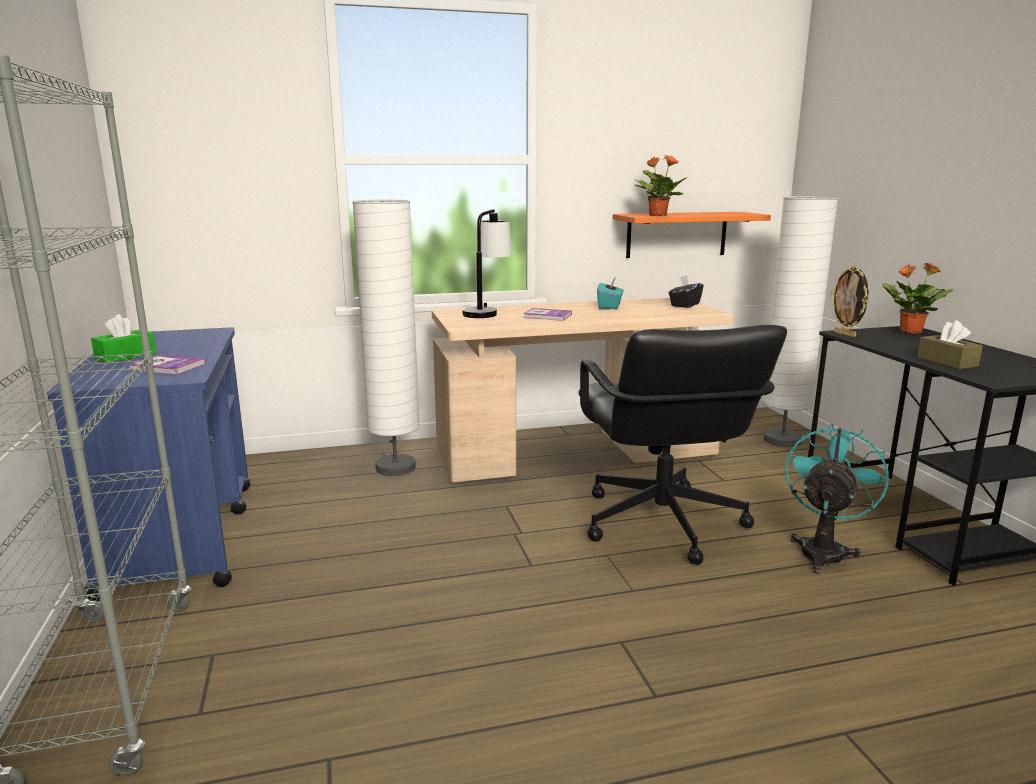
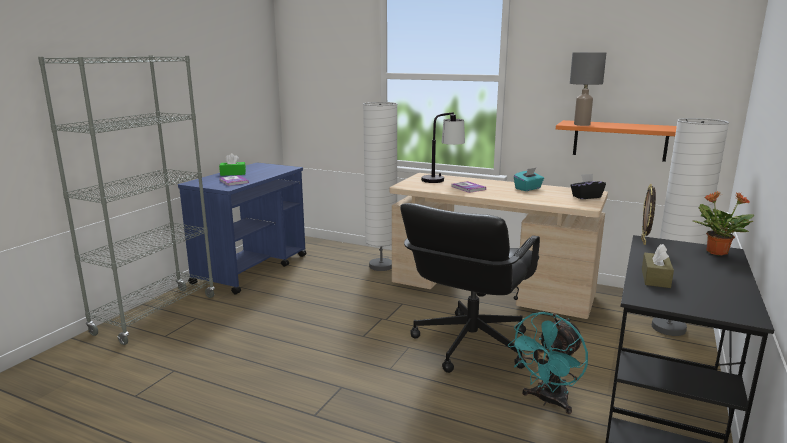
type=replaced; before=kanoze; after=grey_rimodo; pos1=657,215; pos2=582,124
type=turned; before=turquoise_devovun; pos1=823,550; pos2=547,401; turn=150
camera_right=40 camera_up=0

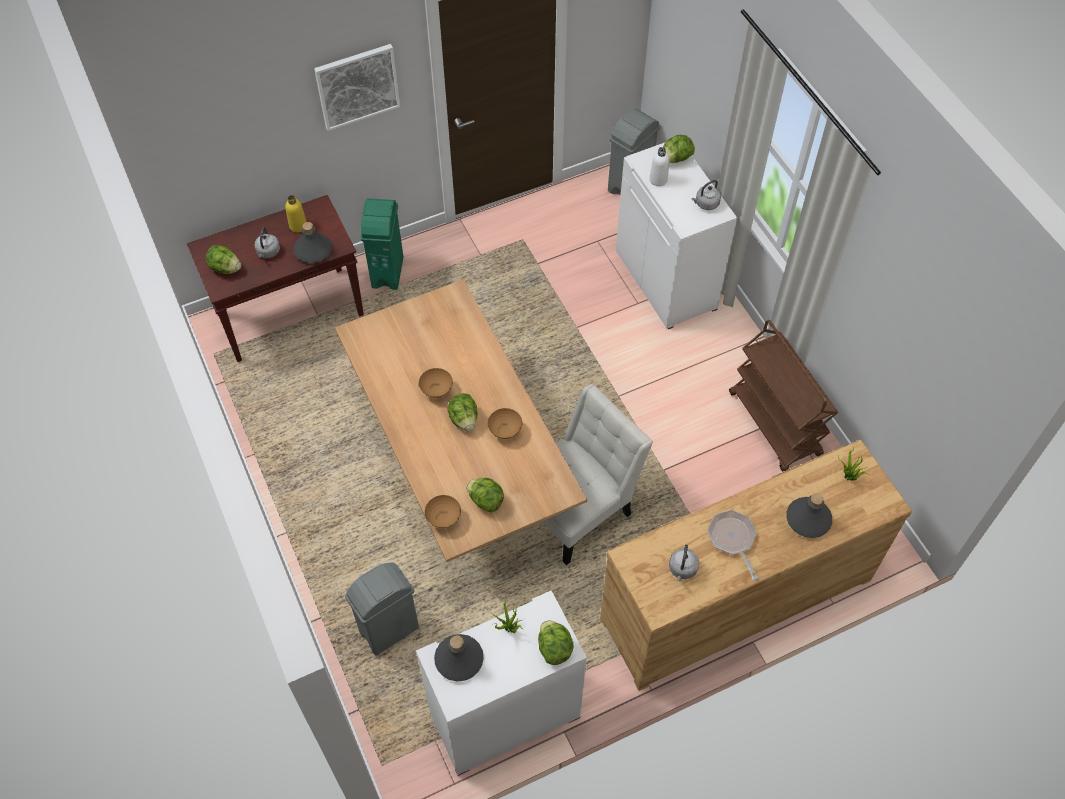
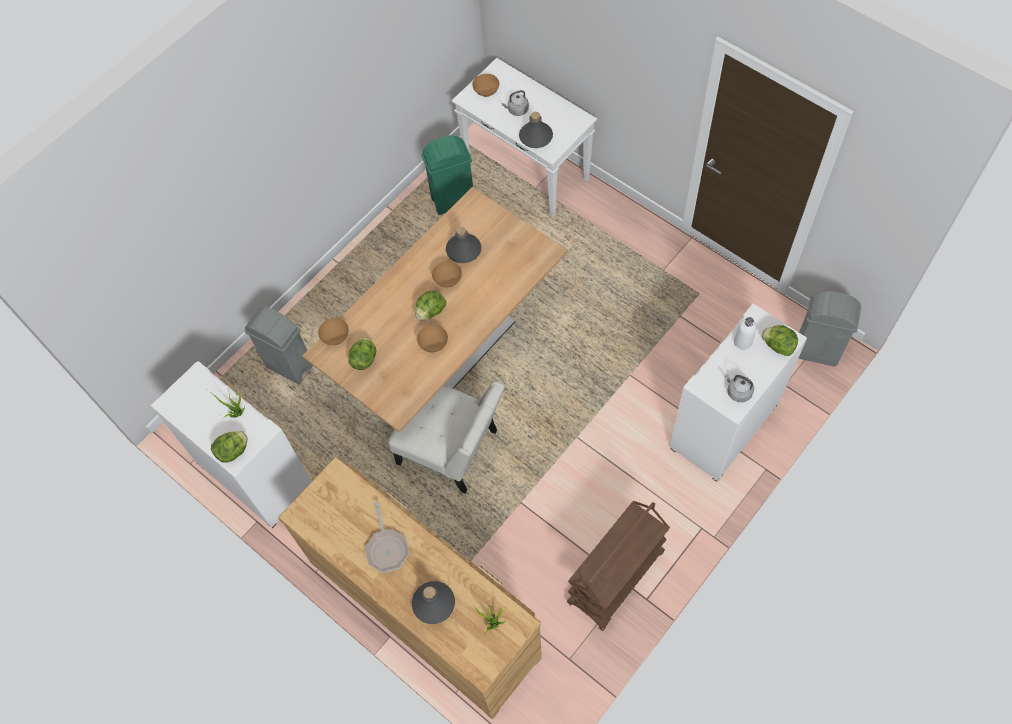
type=removed; before=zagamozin; pos1=357,86
type=recoloured; before=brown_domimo; after=white_domimo; pos1=291,313; pos2=527,170
type=removed; before=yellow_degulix; pos1=298,226
type=moved; before=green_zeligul; pos1=388,272; pos2=453,201
type=replaced; before=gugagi; after=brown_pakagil; pos1=225,268; pos2=487,92
type=turned; before=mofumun; pos1=733,539; pos2=387,548; turn=120
type=removed; before=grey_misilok; pos1=682,569
type=moved; before=grey_degulix; pos1=459,659; pos2=463,250
camera_right=70 camera_up=5

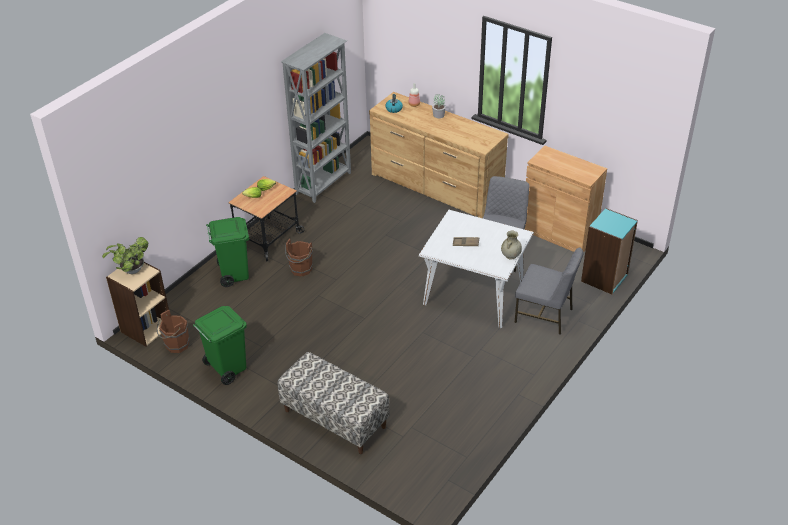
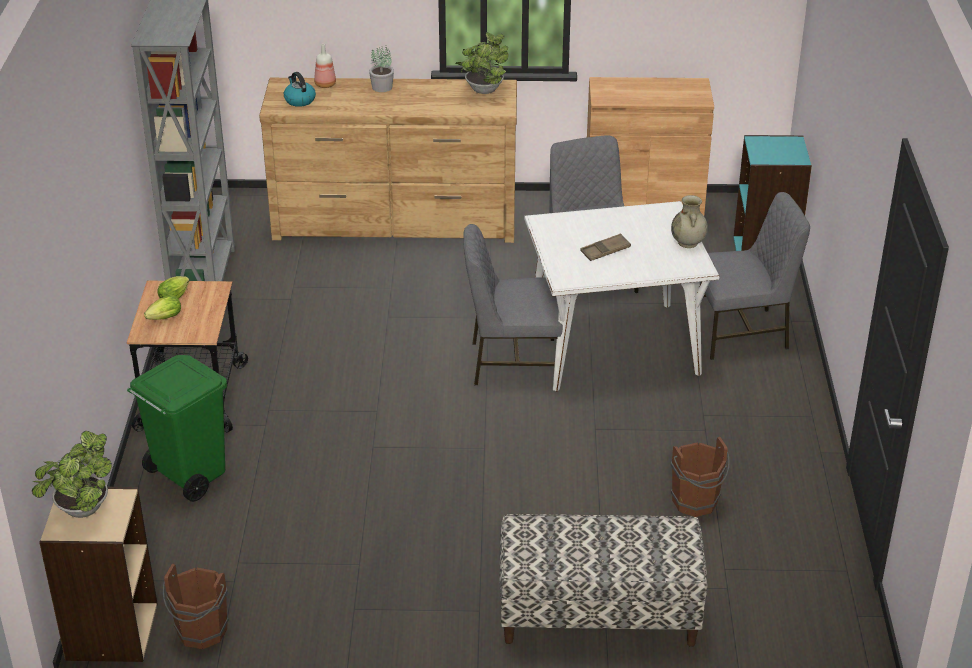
type=moved; before=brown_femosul; pos1=300,270; pos2=696,504
type=removed; before=green_zeligul; pos1=227,368
type=added; after=kanoze; pos2=483,91
type=added; after=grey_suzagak; pos2=512,362
camera_right=-35 camera_up=-5

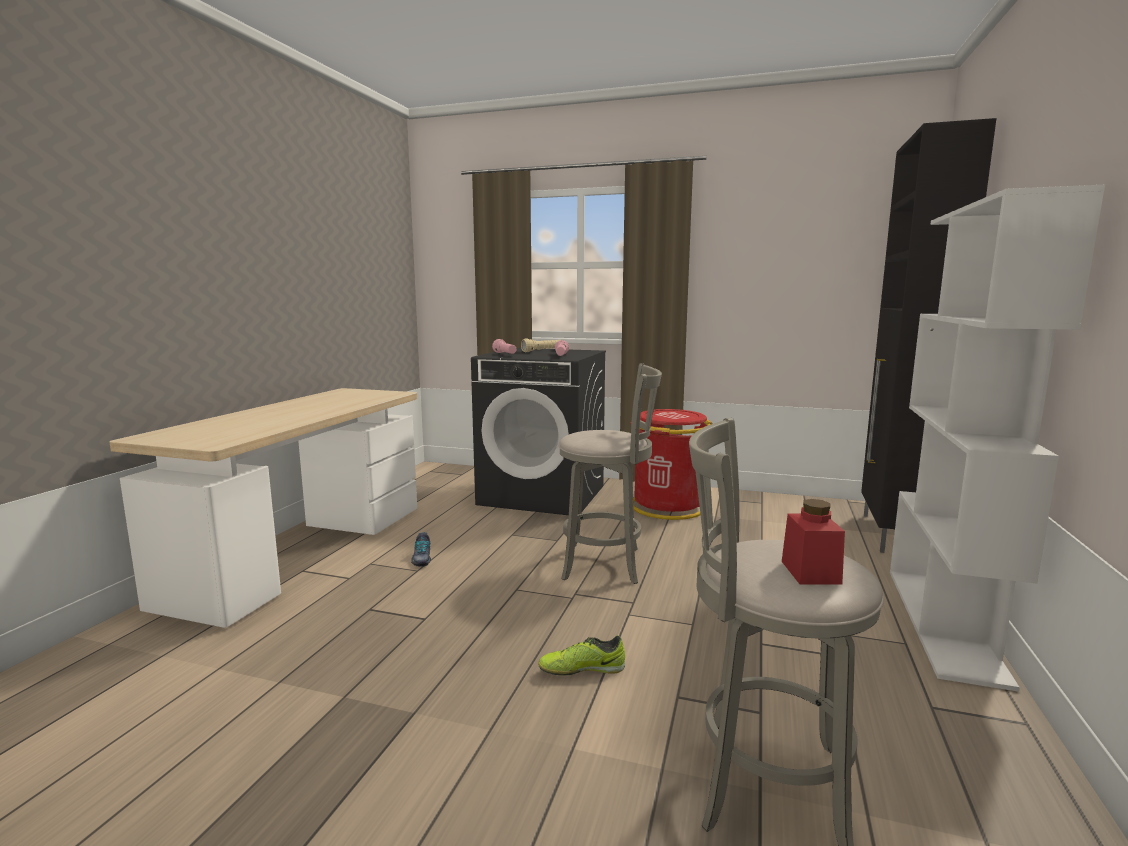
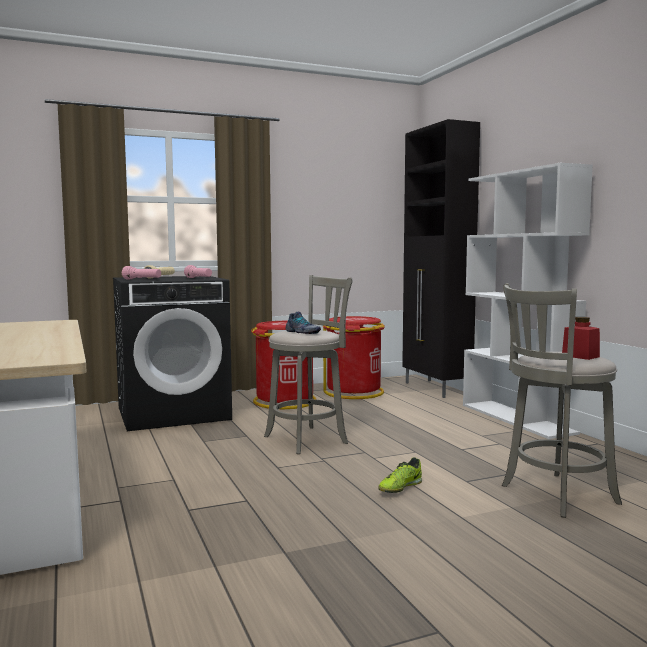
type=moved; before=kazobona; pos1=421,558; pos2=302,332
type=added; after=red_zeligul; pos2=354,392
camera_right=-40 camera_up=-5

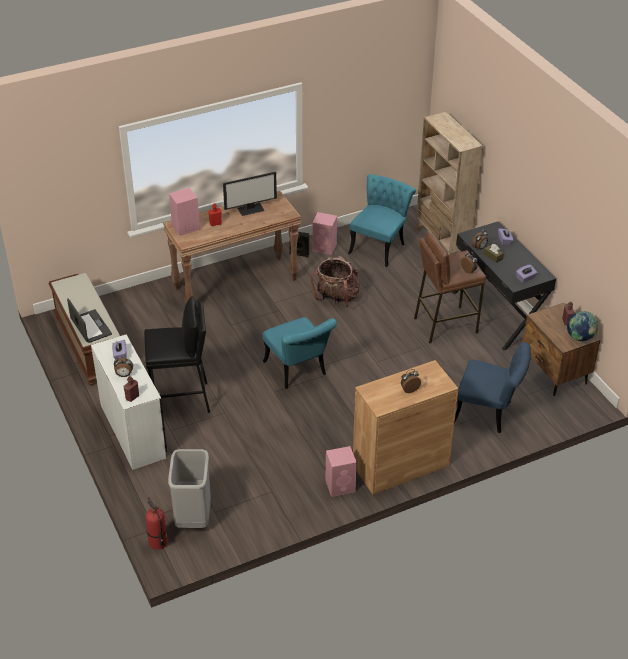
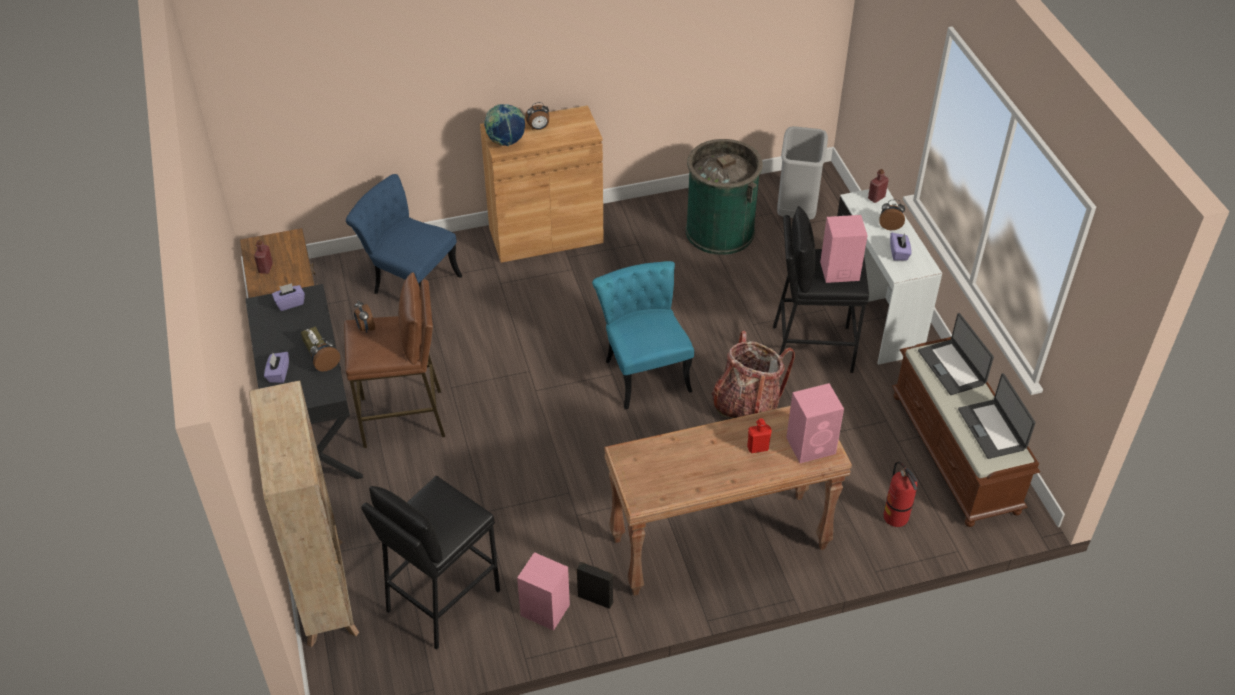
type=removed; before=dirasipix; pos1=251,209
type=replaced; before=turquoise_suzagak; after=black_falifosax; pos1=380,246; pos2=442,600
type=moved; before=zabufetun; pos1=336,298; pos2=746,406
type=moved; before=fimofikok; pos1=580,338; pos2=506,142
type=moved; before=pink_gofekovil; pos1=341,486; pos2=838,271
type=moved; before=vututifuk; pos1=158,542; pos2=896,517
type=added; after=green_zeligul; pos2=720,231
type=added; after=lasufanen; pos2=992,429
camera_right=-170 camera_up=5

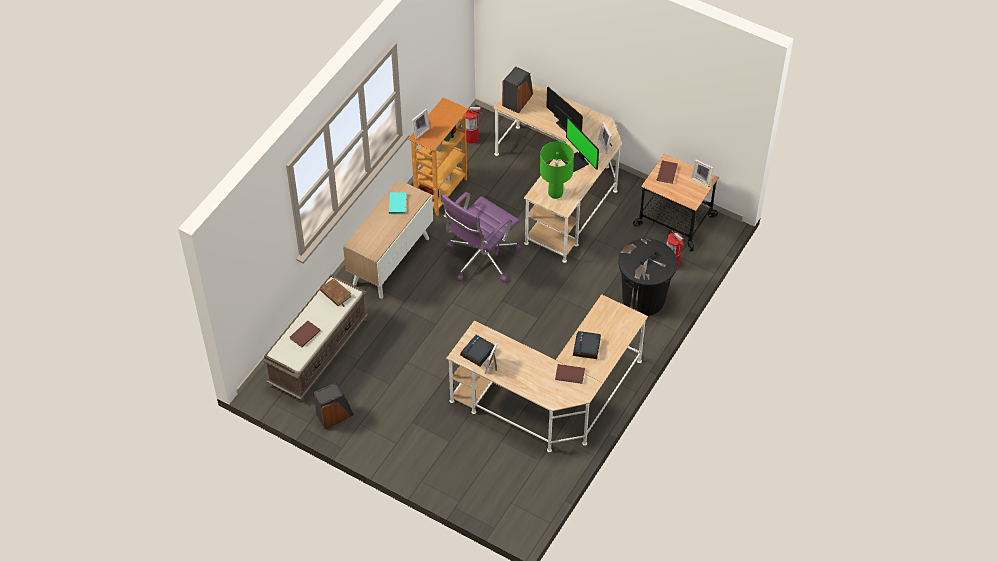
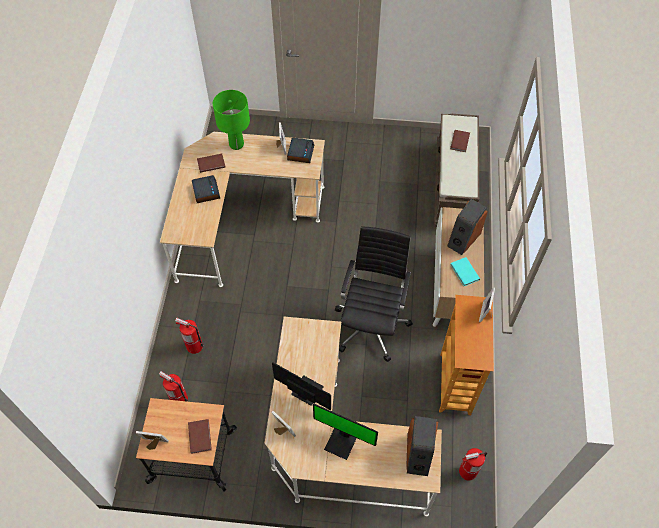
type=moved; before=green_rimodo; pos1=555,193; pos2=236,144
type=recoloured; before=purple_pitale; after=black_pitale; pos1=480,258; pos2=371,324
type=replaced; before=black_zeligul; after=vututifuk; pos1=644,298; pos2=194,346
type=removed; before=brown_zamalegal; pos1=335,294
type=moved; before=gofekovil; pos1=334,415; pos2=463,239
camera_right=155 camera_up=5

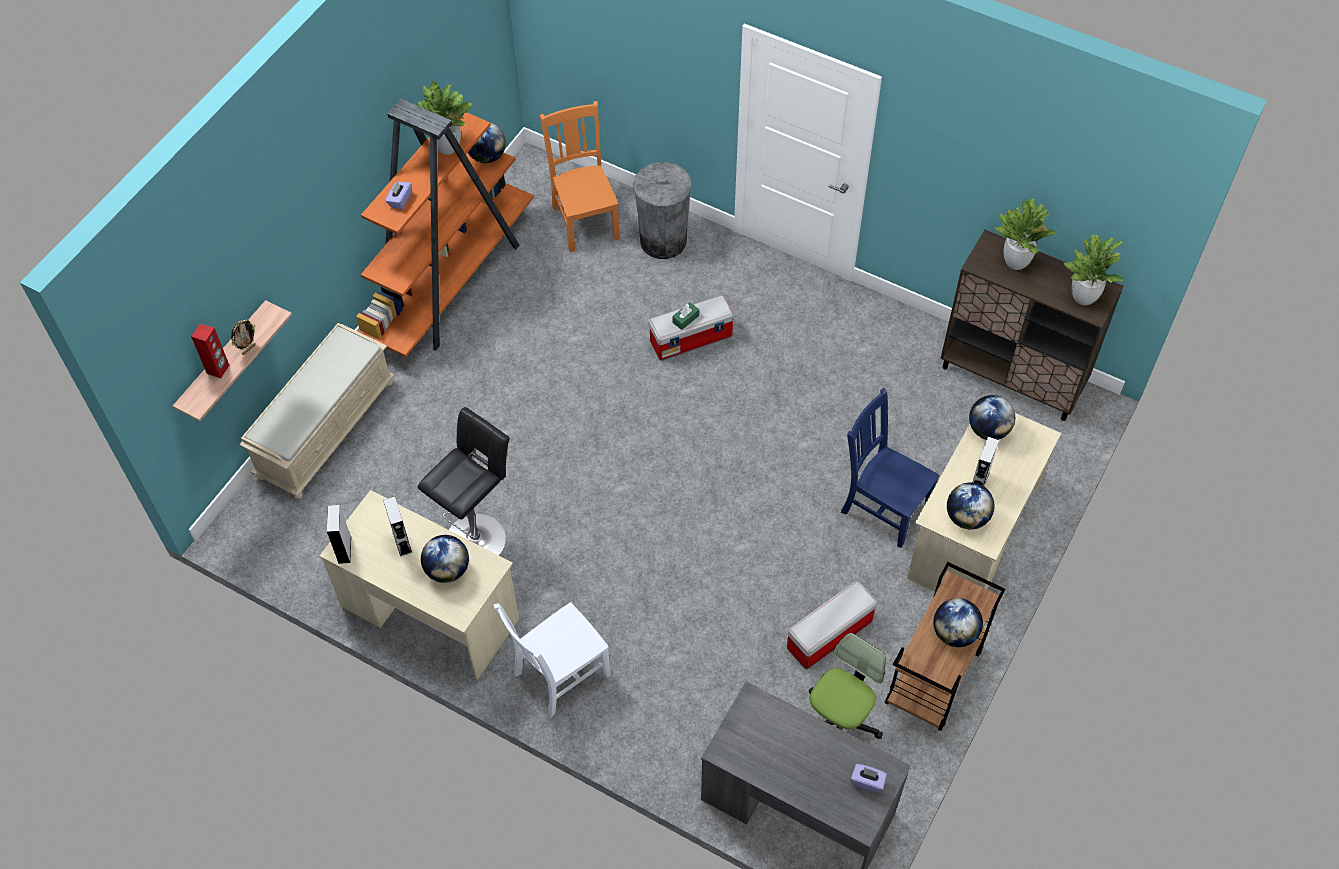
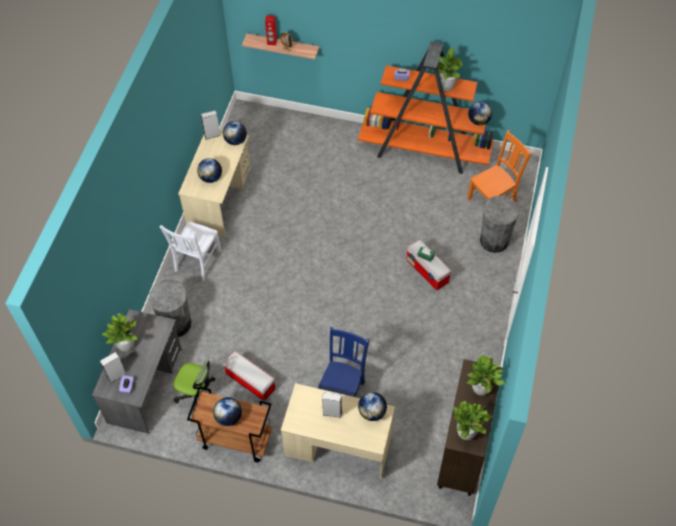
type=removed; before=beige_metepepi; pos1=326,428
type=removed; before=black_falifosax; pos1=479,536
type=moved; before=fimofikok; pos1=966,517; pos2=235,140
type=moved; before=grey_gofekovil; pos1=402,542; pos2=116,376
type=turned; before=white_suzagak; pos1=559,676; pos2=197,262; turn=-105
type=added; after=grey_zeligul; pos2=176,324
type=added; after=kanoze; pos2=127,346
camera_right=75 camera_up=0

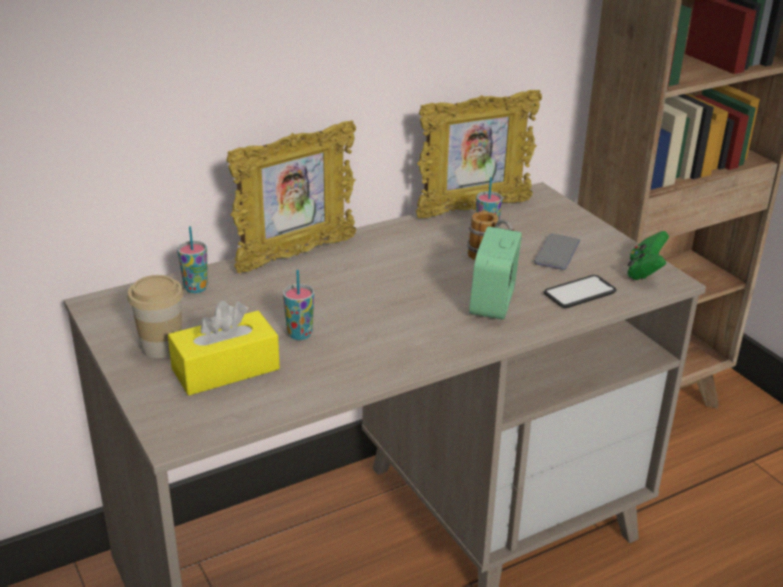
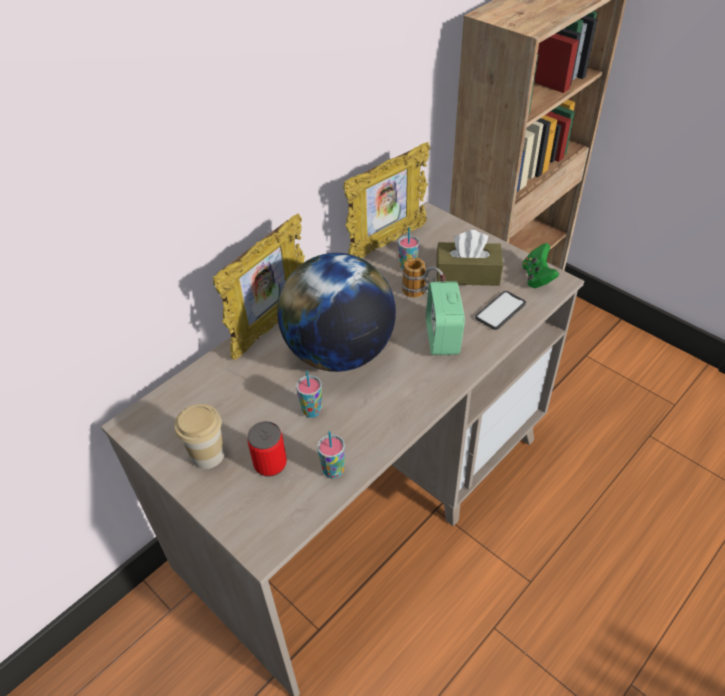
type=moved; before=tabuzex; pos1=196,288; pos2=333,470
type=replaced; before=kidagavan; after=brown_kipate; pos1=557,253; pos2=467,274
type=replaced; before=yellow_kipate; after=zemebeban; pos1=225,369; pos2=270,464
type=added; after=fimofikok; pos2=339,353
camera_right=-15 camera_up=15

